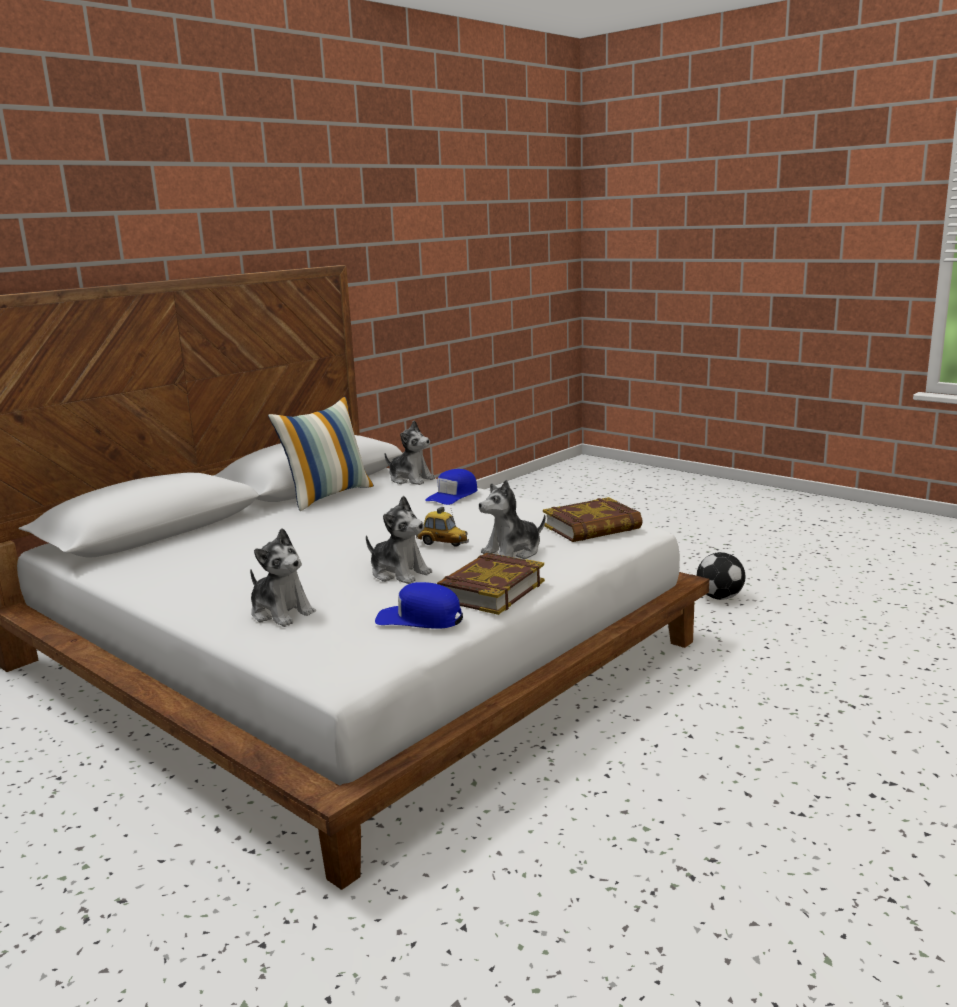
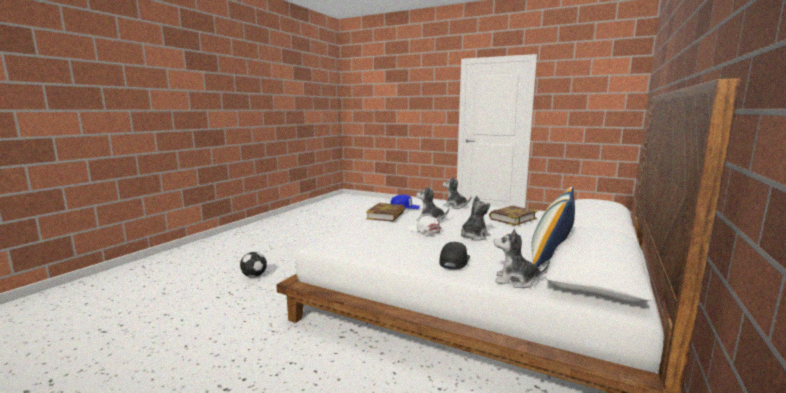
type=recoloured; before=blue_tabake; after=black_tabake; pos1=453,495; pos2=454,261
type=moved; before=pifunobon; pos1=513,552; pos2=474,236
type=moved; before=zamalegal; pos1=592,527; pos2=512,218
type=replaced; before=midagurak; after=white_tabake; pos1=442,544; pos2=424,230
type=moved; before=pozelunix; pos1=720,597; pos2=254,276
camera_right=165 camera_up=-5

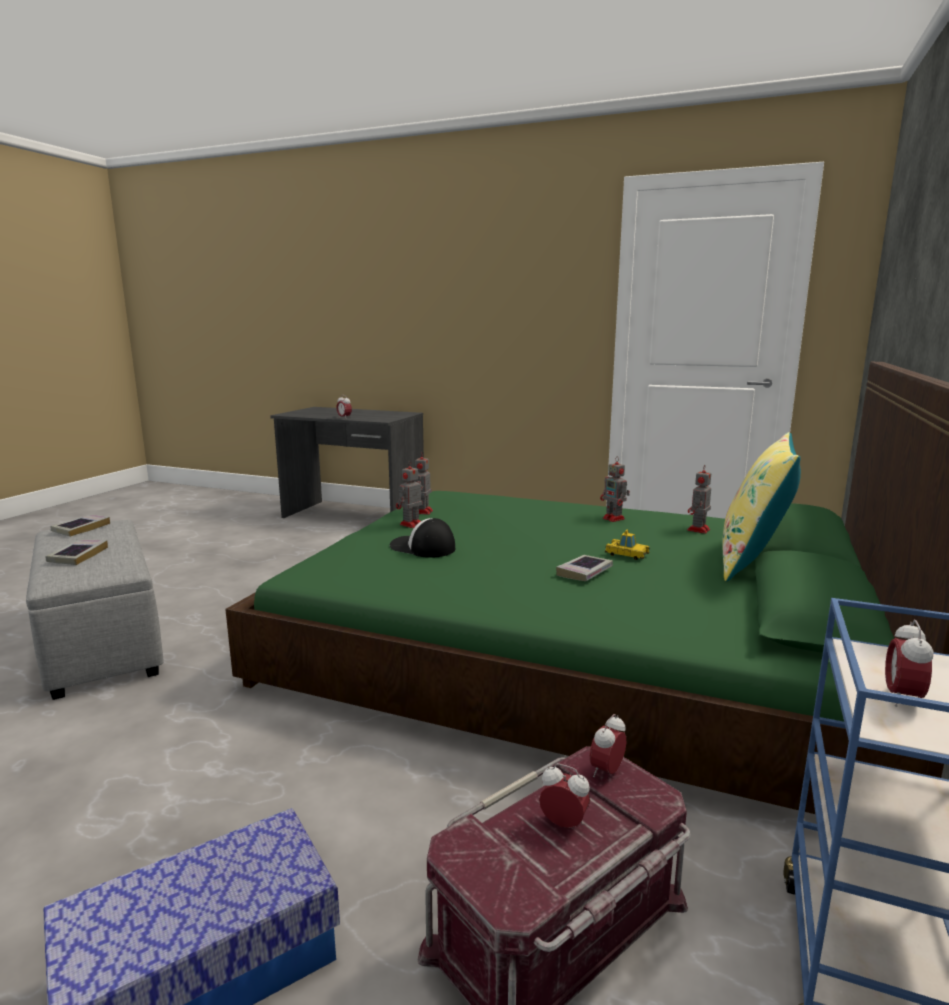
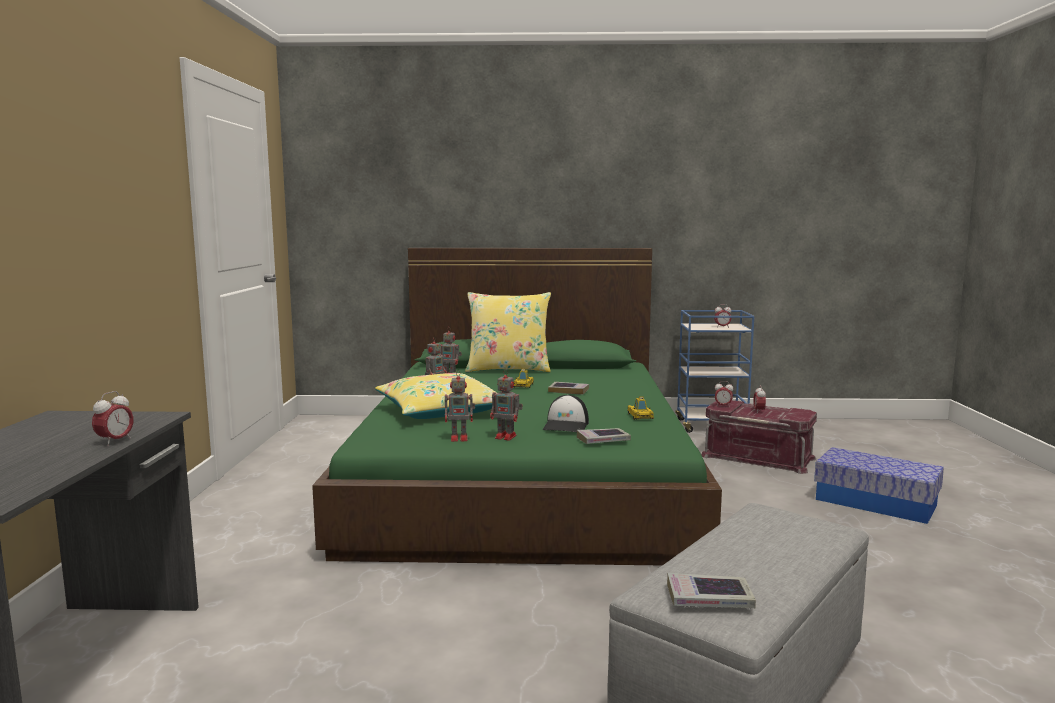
type=moved; before=zamalegal; pos1=78,556; pos2=603,440
type=added; after=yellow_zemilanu; pos2=441,411
type=added; after=midagurak; pos2=640,416
camera_right=-110 camera_up=-5

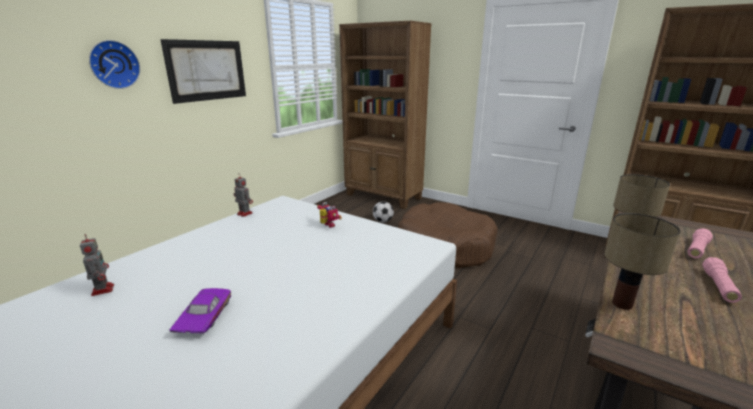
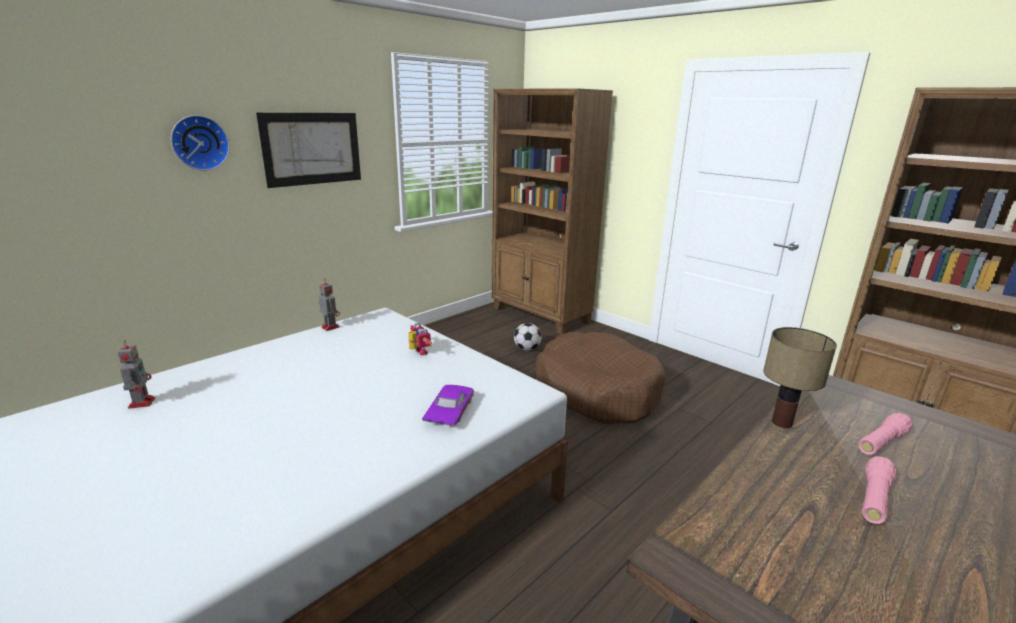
type=removed; before=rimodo; pos1=621,304
type=moved; before=purple_midagurak; pos1=202,317; pos2=447,412
camera_right=10 camera_up=0

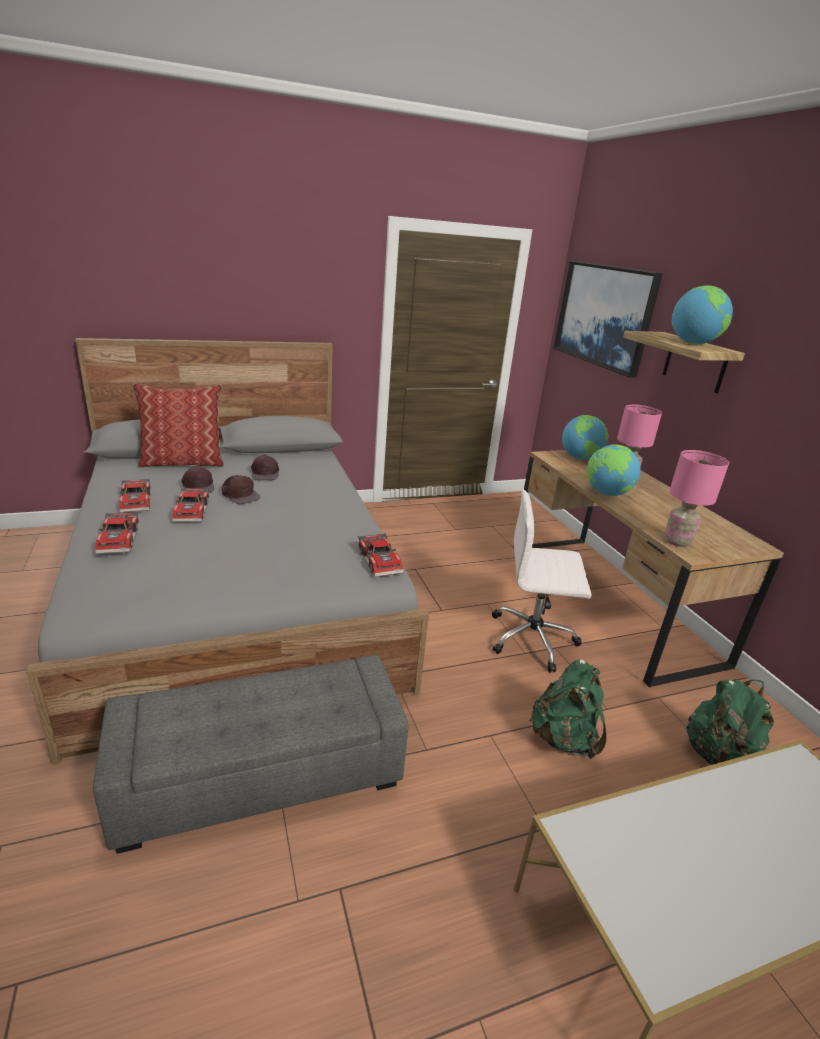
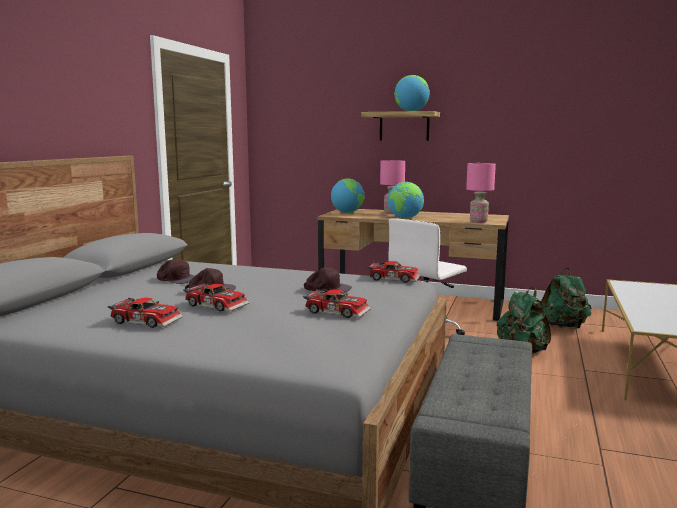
type=removed; before=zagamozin; pos1=604,315
type=removed; before=zemilanu; pos1=183,462
type=moved; before=brown_tabake; pos1=198,486; pos2=327,288
type=moved; before=midagurak; pos1=121,539; pos2=337,311
camera_right=-50 camera_up=-15

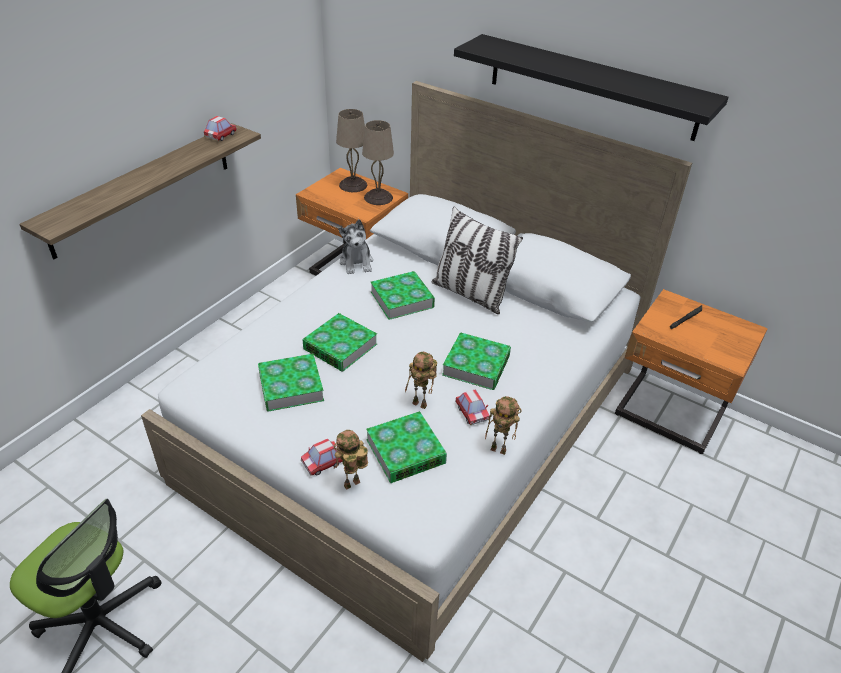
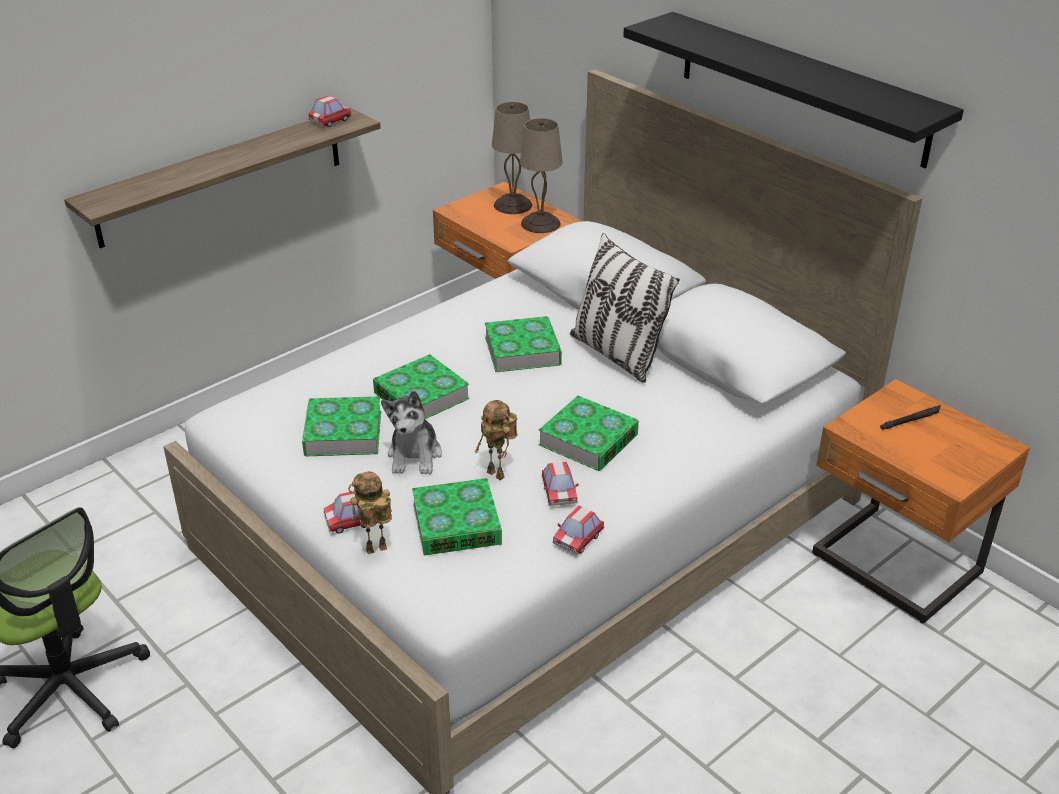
type=moved; before=pifunobon; pos1=356,262; pos2=415,455
type=replaced; before=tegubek; after=midagurak; pos1=500,449; pos2=578,539
camera_right=15 camera_up=-5

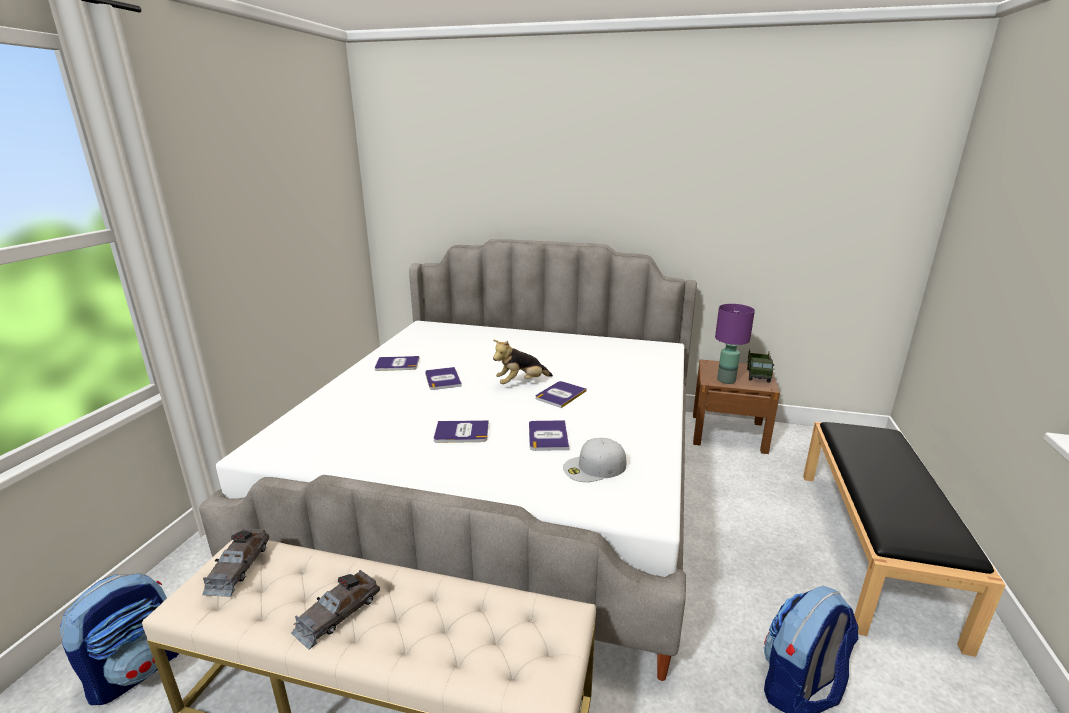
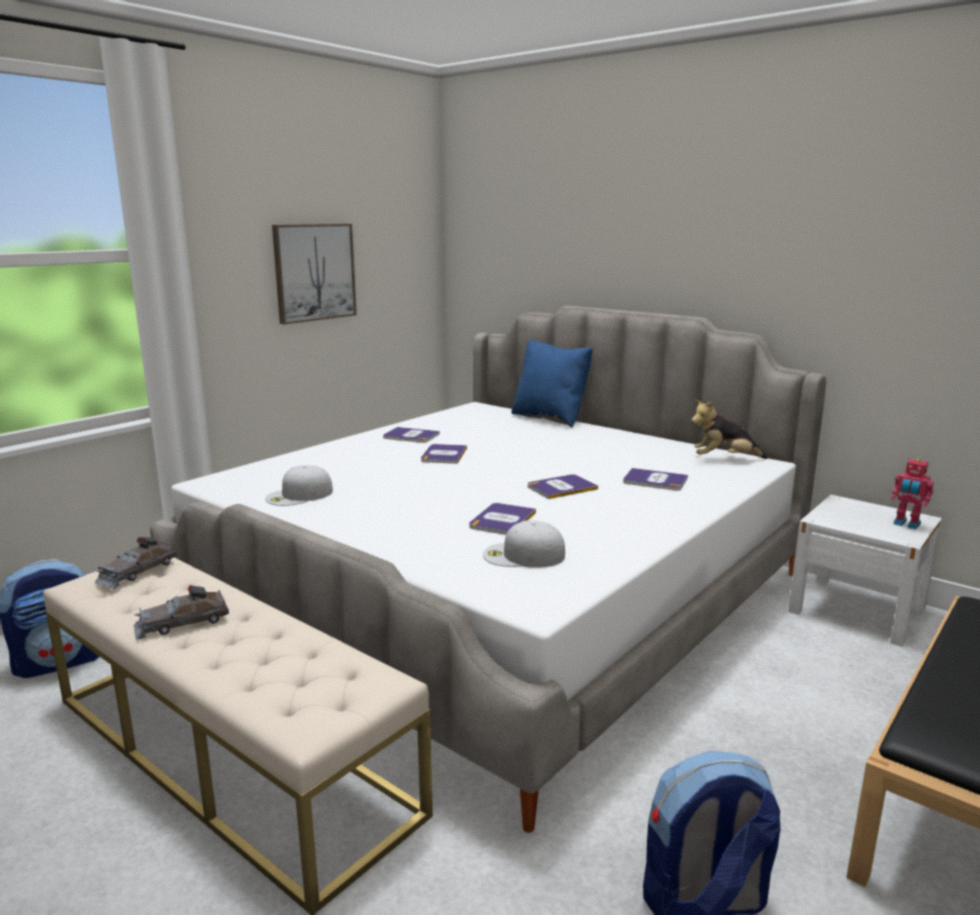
type=removed; before=purple_rimodo; pos1=725,380
type=moved; before=pifunobon; pos1=521,383; pos2=724,459
type=replaced; before=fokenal; after=tegubek; pos1=758,375; pos2=906,524
type=recoloured; before=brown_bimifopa; after=white_bimifopa; pos1=728,433; pos2=857,610
type=moved; before=zamalegal; pos1=461,432; pos2=655,480
type=added; after=zagamozin; pos2=314,272
type=added; after=blue_zemilanu; pos2=550,418
type=added; after=white_tabake; pos2=299,495
camera_right=25 camera_up=-5

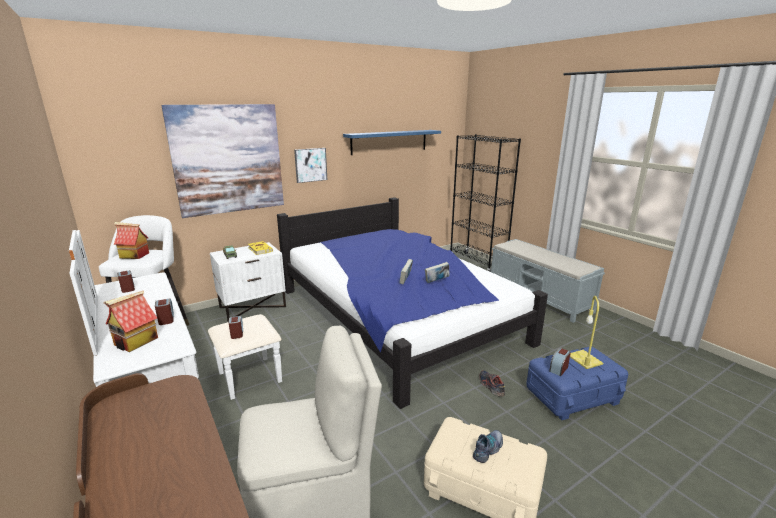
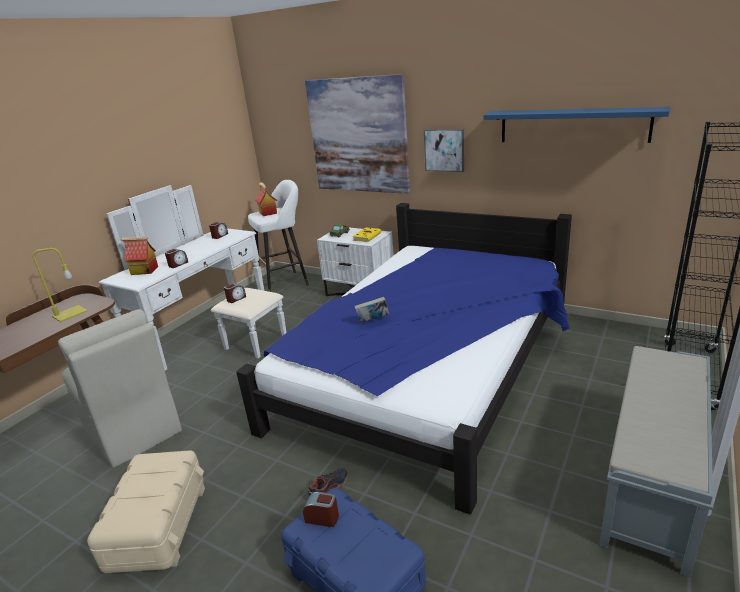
type=removed; before=zamalegal; pos1=436,281
type=moved; before=yellow_rimodo; pos1=585,360; pos2=69,314
type=removed; before=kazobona; pos1=488,449
camera_right=65 camera_up=5

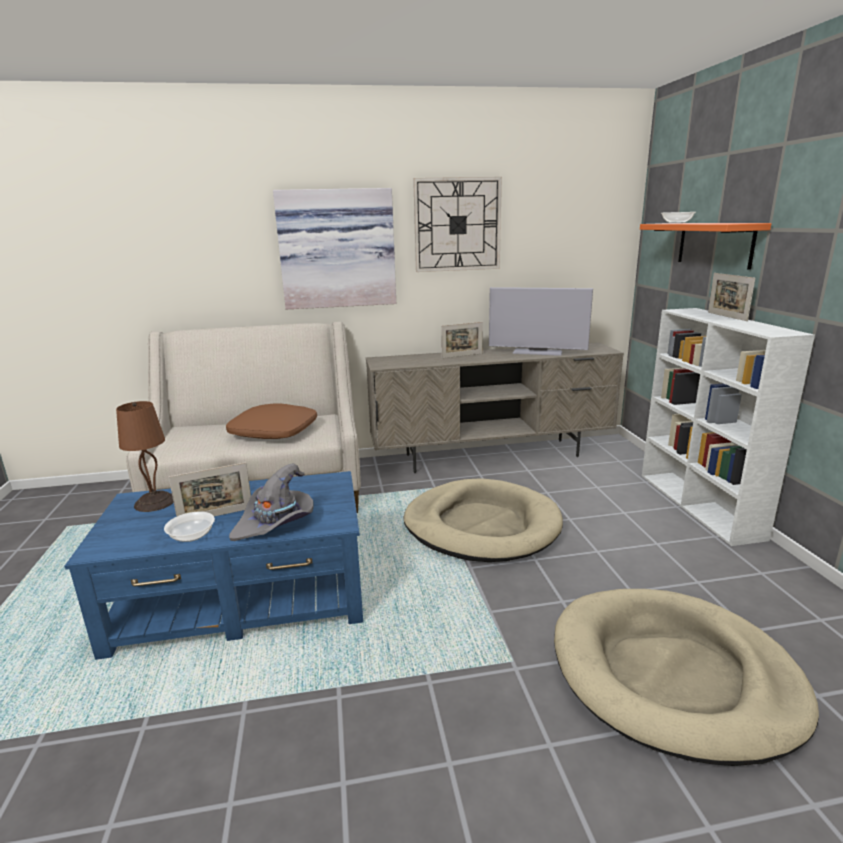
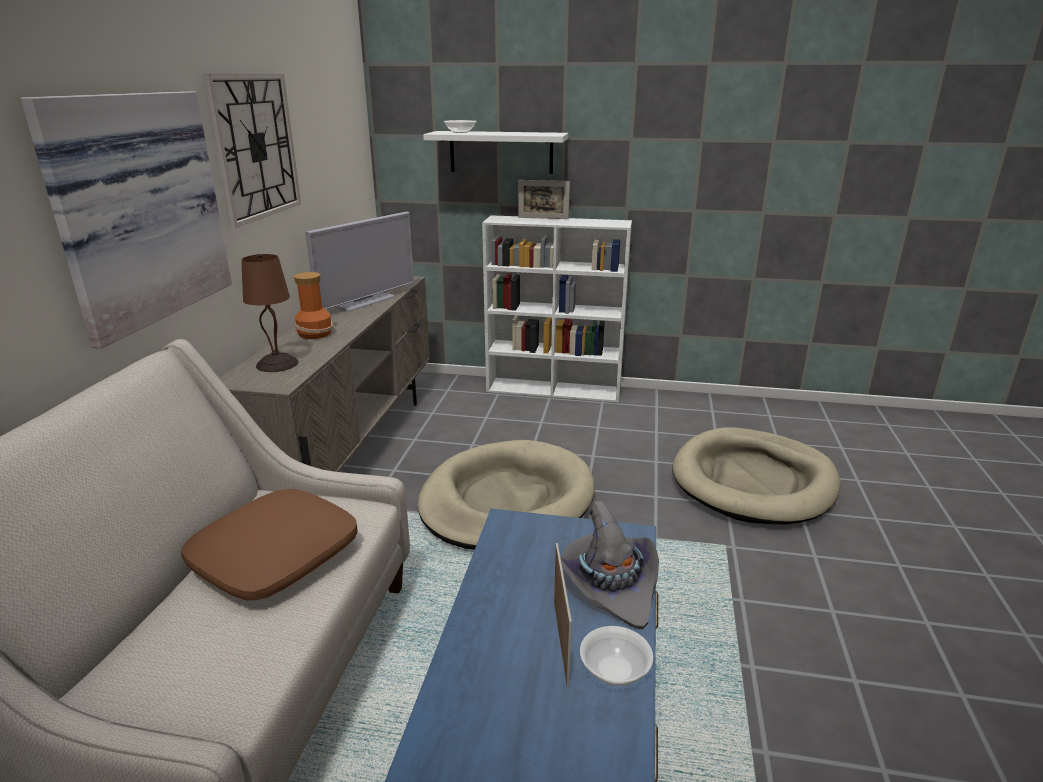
type=recoloured; before=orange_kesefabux; after=white_kesefabux; pos1=715,244; pos2=501,152
type=replaced; before=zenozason; after=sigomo; pos1=462,355; pos2=314,333
type=moved; before=brown_rimodo; pos1=156,502; pos2=277,363
camera_right=-70 camera_up=5

